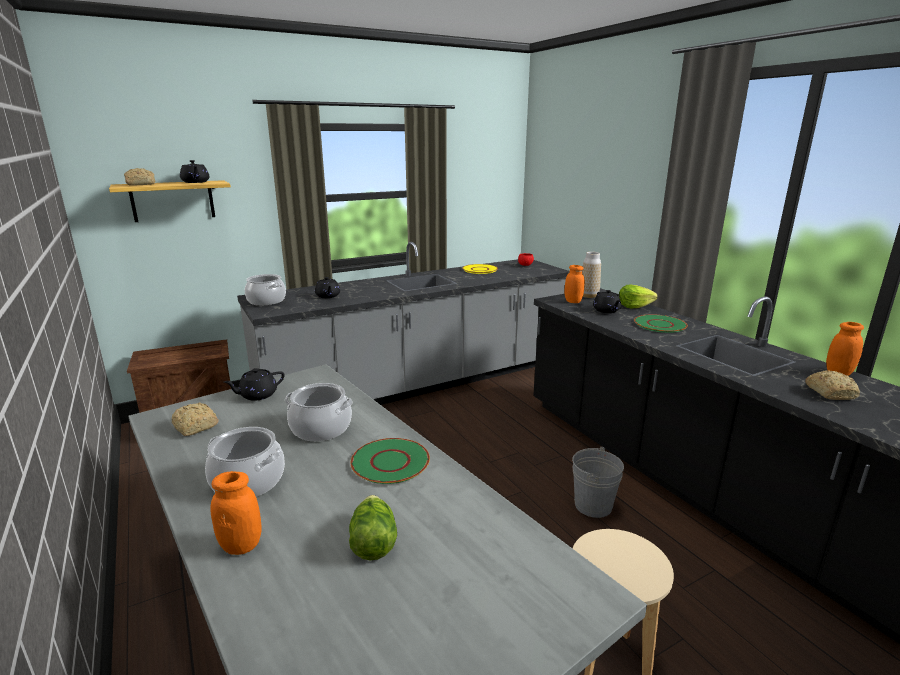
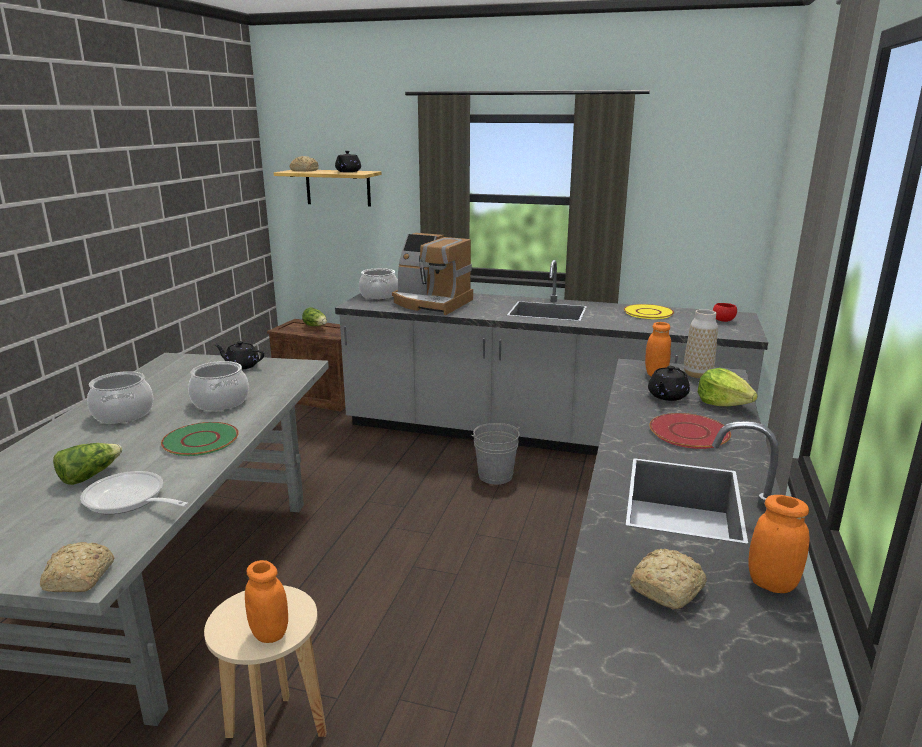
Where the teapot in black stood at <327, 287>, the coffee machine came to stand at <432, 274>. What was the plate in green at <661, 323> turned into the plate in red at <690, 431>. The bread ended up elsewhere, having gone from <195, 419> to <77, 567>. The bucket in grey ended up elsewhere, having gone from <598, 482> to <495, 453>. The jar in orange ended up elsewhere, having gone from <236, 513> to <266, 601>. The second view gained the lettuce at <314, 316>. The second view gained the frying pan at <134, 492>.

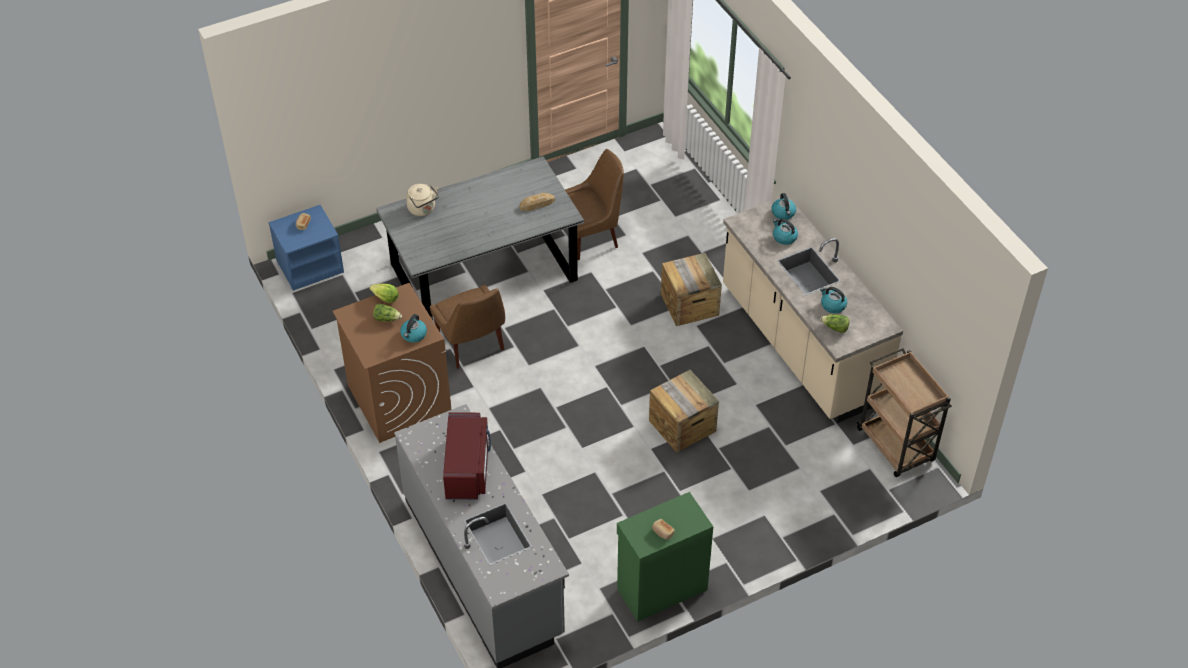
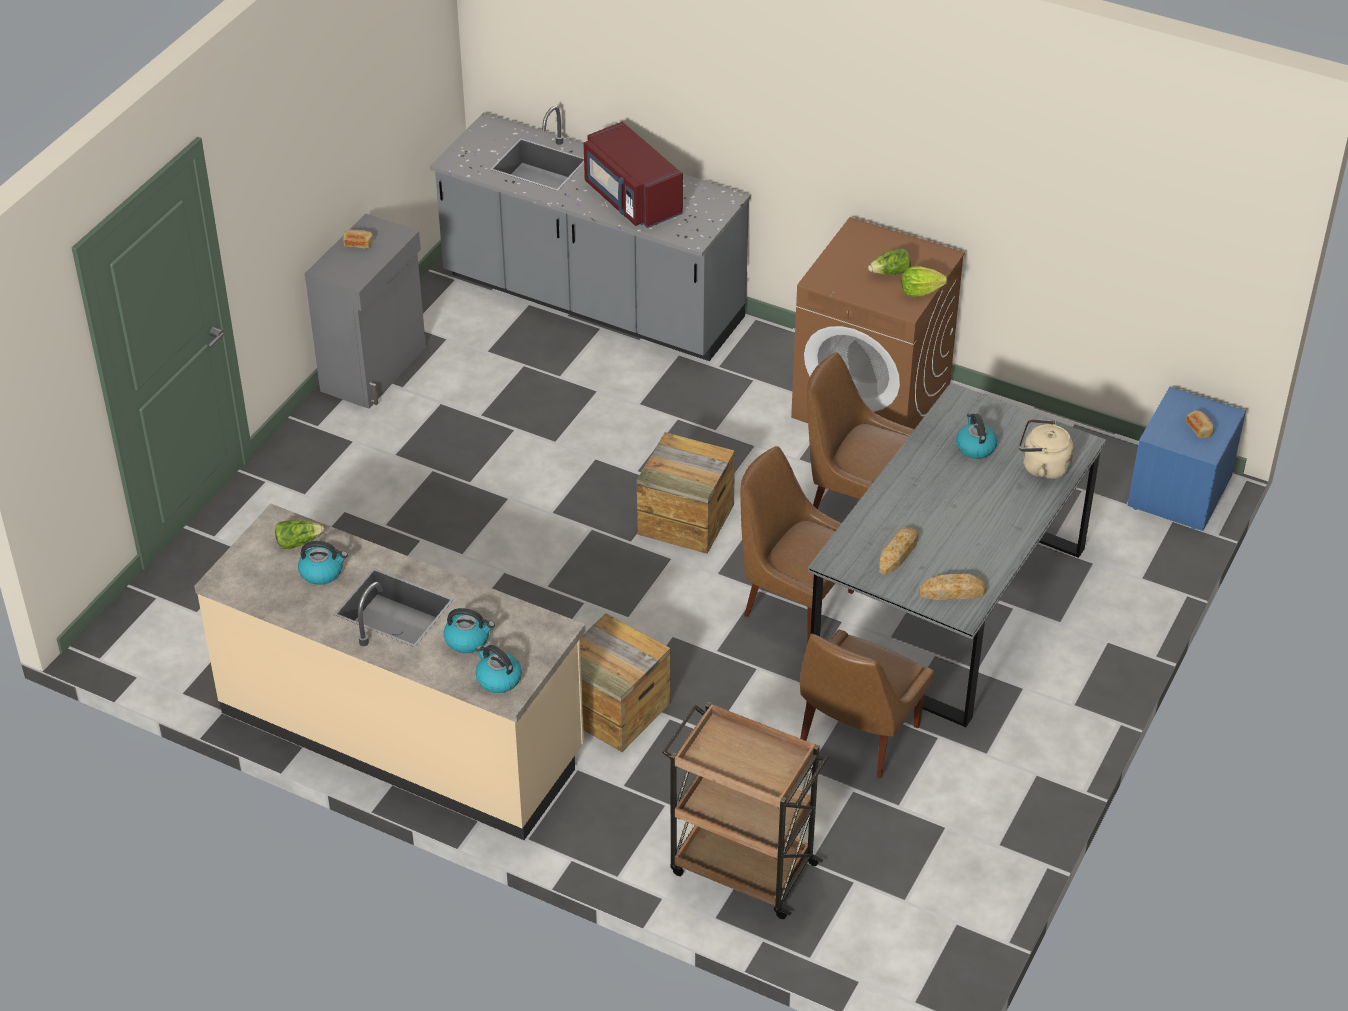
The kettle ended up elsewhere, having gone from <413, 328> to <976, 436>. The cart in brown ended up elsewhere, having gone from <904, 412> to <745, 810>. The crate ended up elsewhere, having gone from <684, 411> to <686, 493>. What was the cabinet in green at <665, 557> turned into the cabinet in grey at <365, 311>. The second view gained the chair in brown at <797, 543>. The second view gained the bread at <953, 587>.

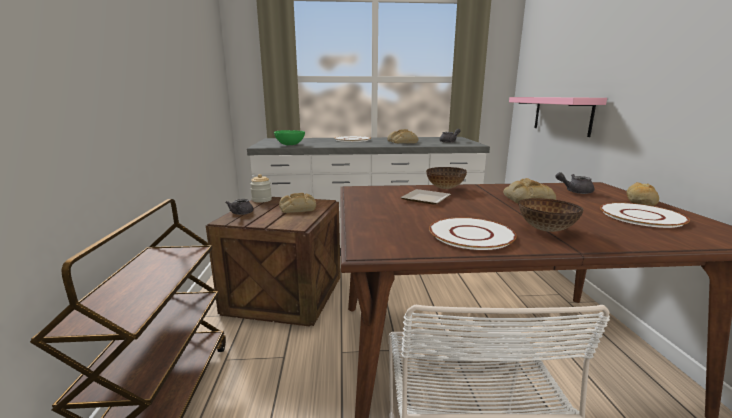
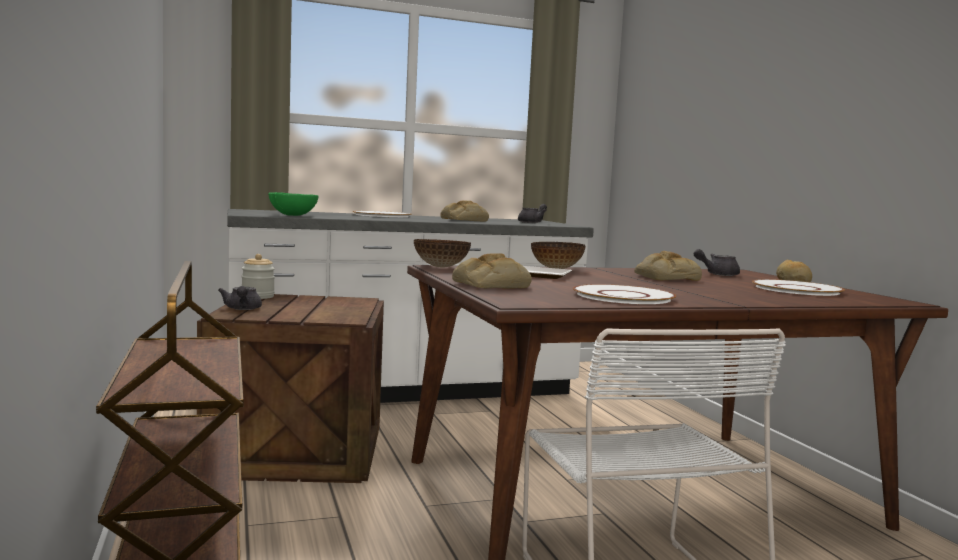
The second view lost the shelf in pink at <558, 117>. The bread ended up elsewhere, having gone from <297, 203> to <492, 271>. The bowl ended up elsewhere, having gone from <551, 215> to <442, 253>.

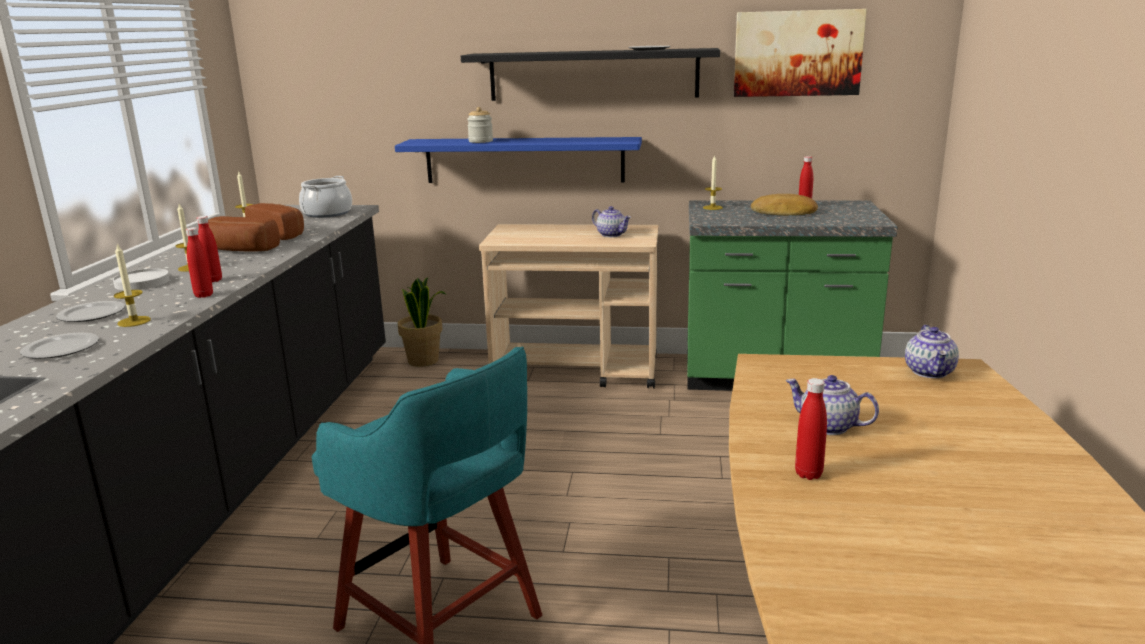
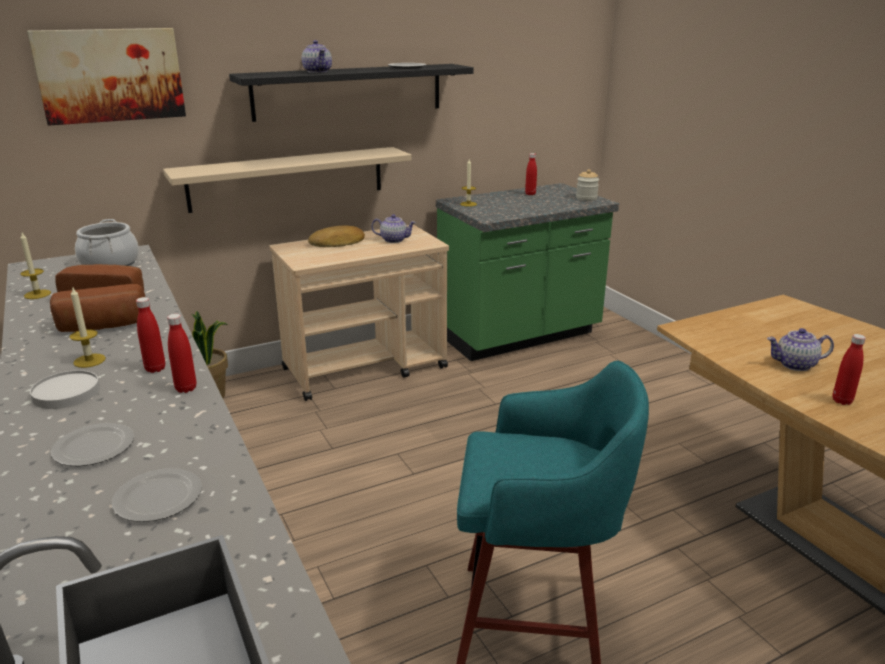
The picture ended up elsewhere, having gone from <800, 53> to <106, 77>. The jar ended up elsewhere, having gone from <480, 125> to <587, 185>. What was the shelf in blue at <518, 160> turned into the shelf in beige at <287, 180>. The bread ended up elsewhere, having gone from <784, 205> to <336, 236>. The second view lost the candle at <132, 285>. The teapot ended up elsewhere, having gone from <932, 351> to <317, 56>.

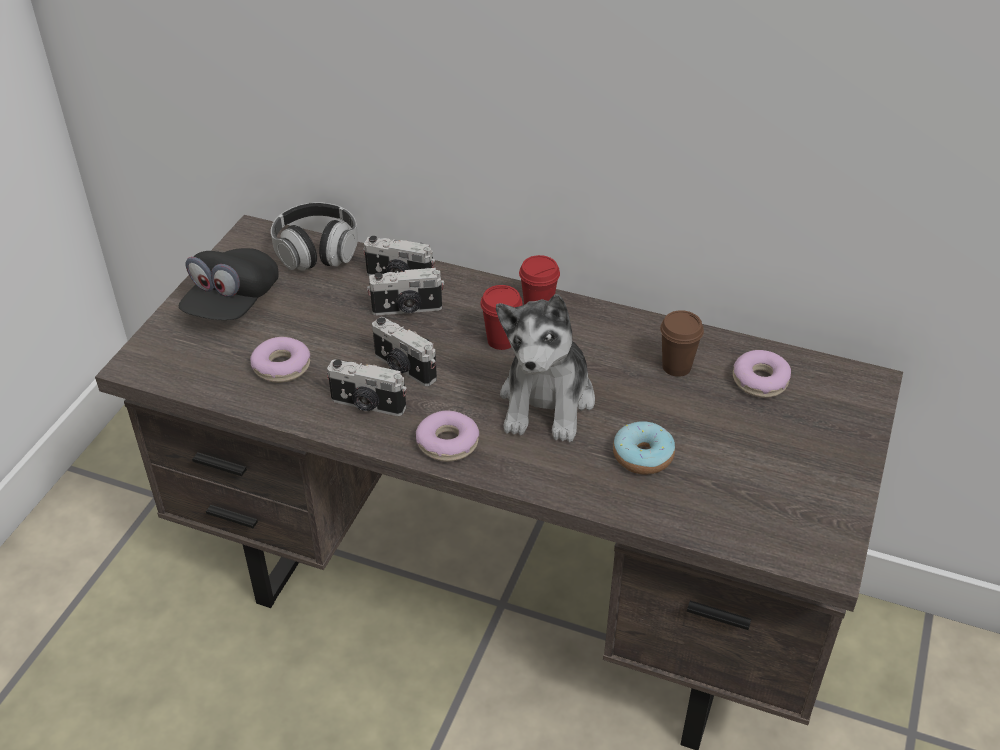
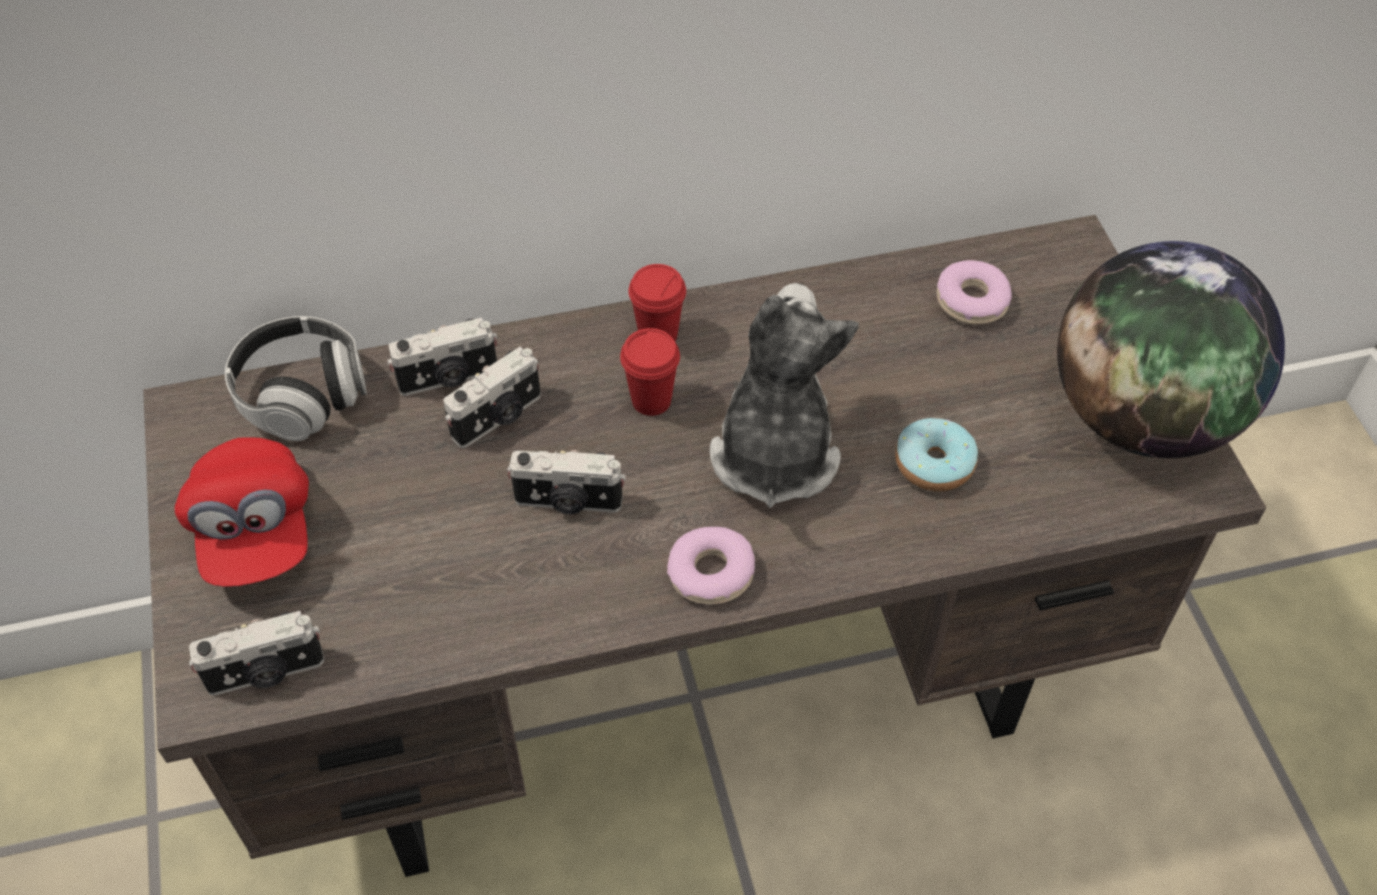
What was the cap in black at <229, 284> turned into the cap in red at <242, 512>. The plush toy at <545, 368> ended up facing another way, 150 degrees counterclockwise from before. The second view lost the cup in brown at <682, 343>. The second view lost the donut at <280, 360>. The photo camera ended up elsewhere, having gone from <367, 387> to <256, 653>. The second view gained the globe at <1171, 349>.

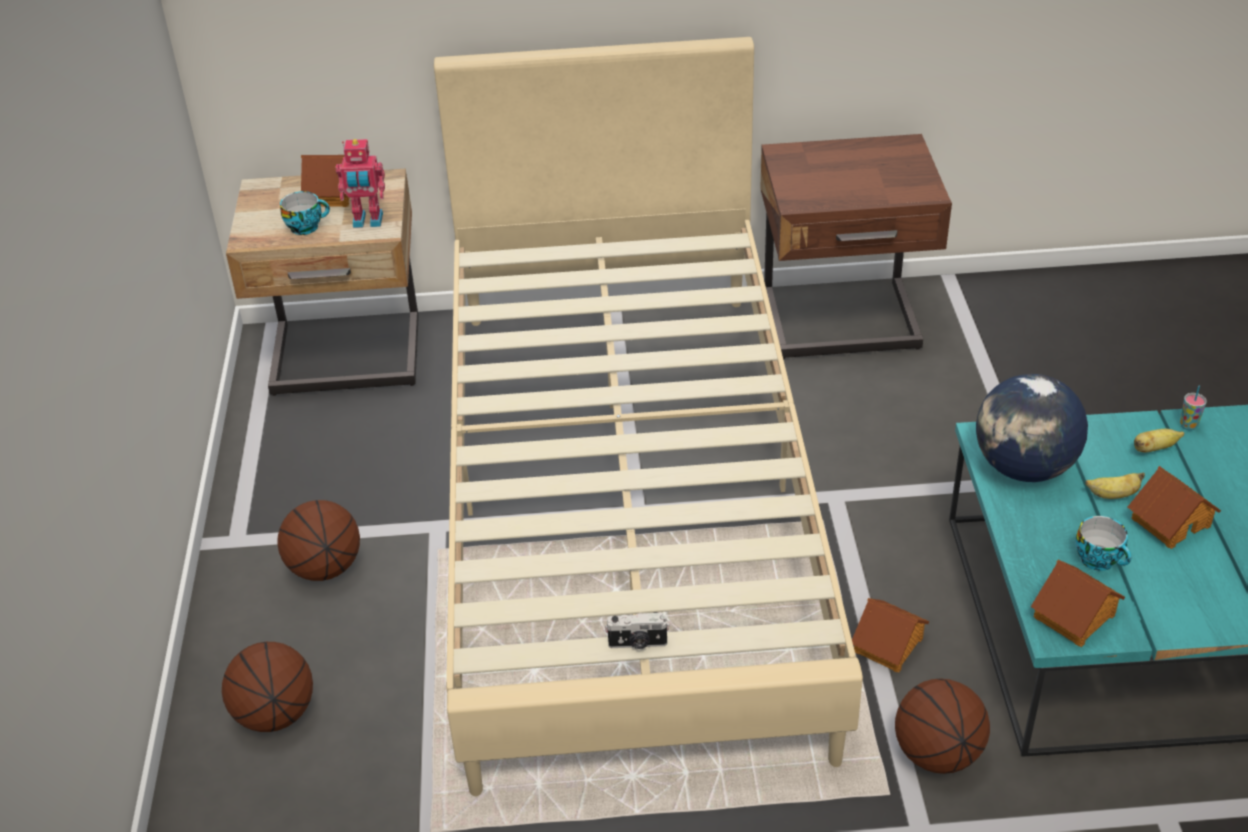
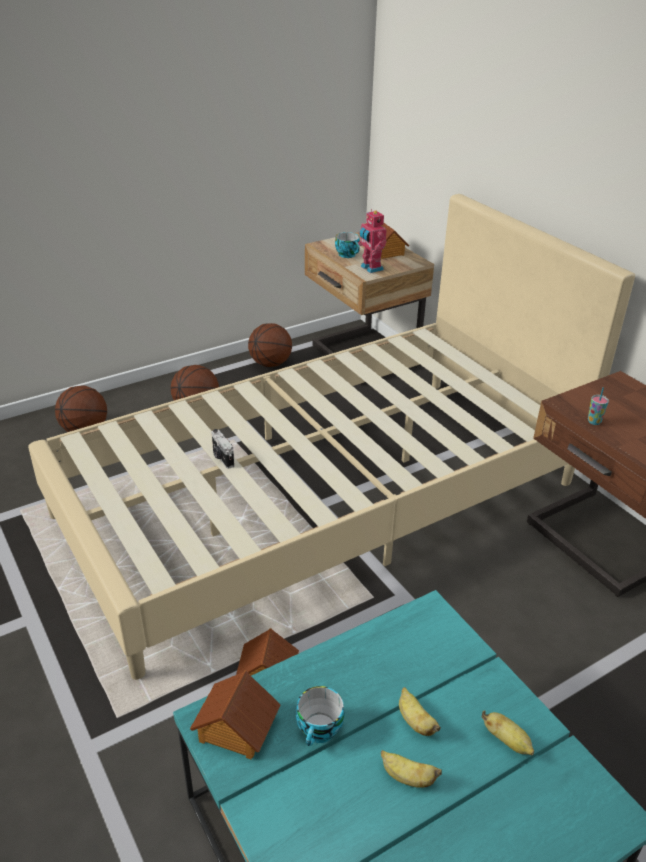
The second view lost the globe at <1032, 428>. The cup ended up elsewhere, having gone from <1193, 408> to <598, 406>. Where the toy house stood at <1174, 507>, the banana came to stand at <411, 769>. The photo camera ended up elsewhere, having gone from <637, 630> to <222, 449>. The basketball ended up elsewhere, having gone from <942, 726> to <270, 345>.

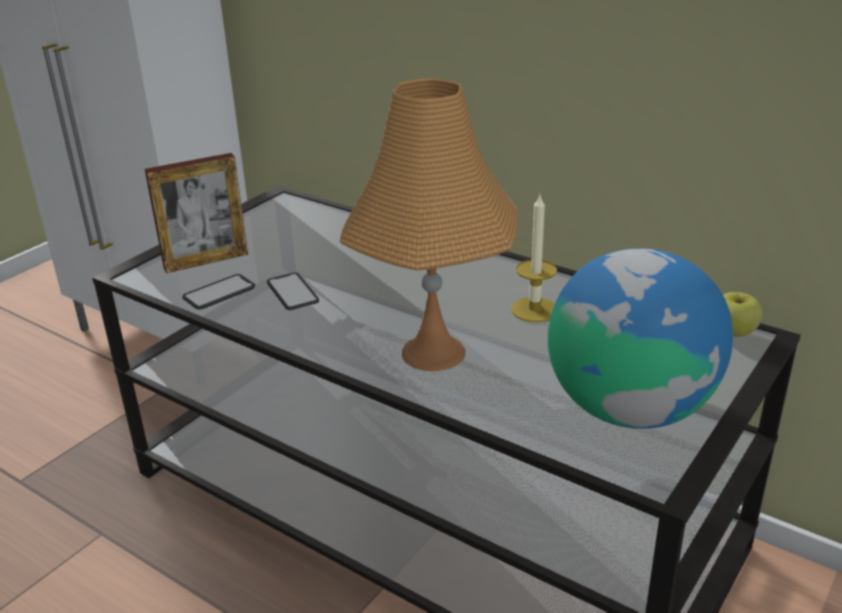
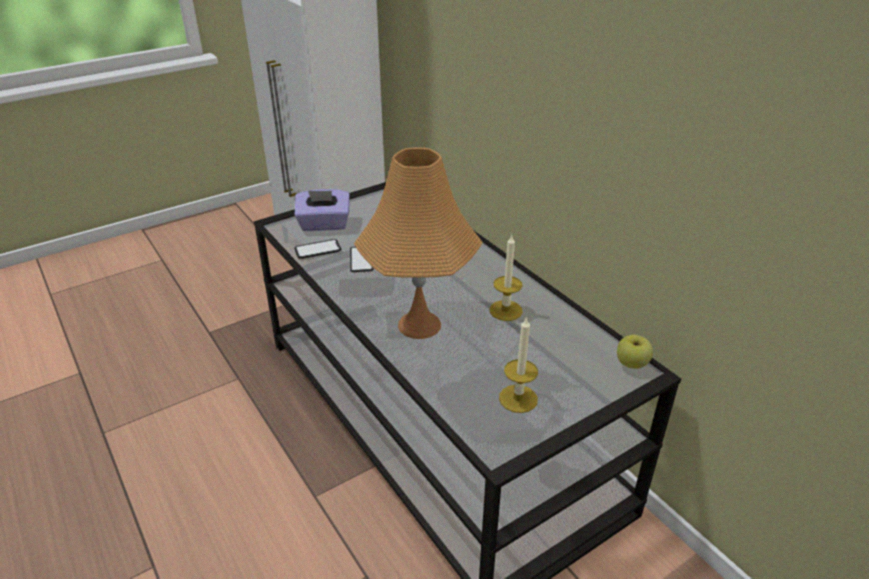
Where the picture frame stood at <196, 213>, the tissue box in purple came to stand at <322, 210>. Where the globe stood at <640, 338>, the candle came to stand at <518, 364>.

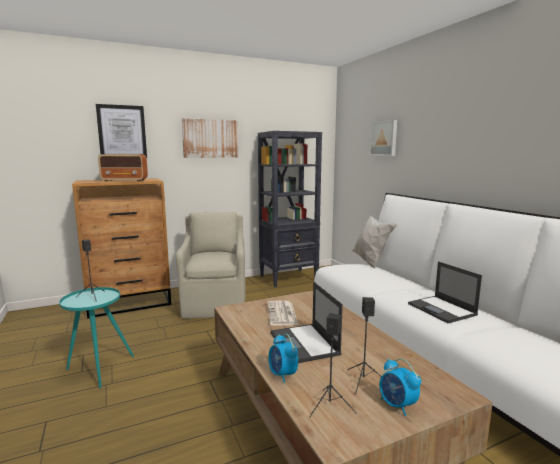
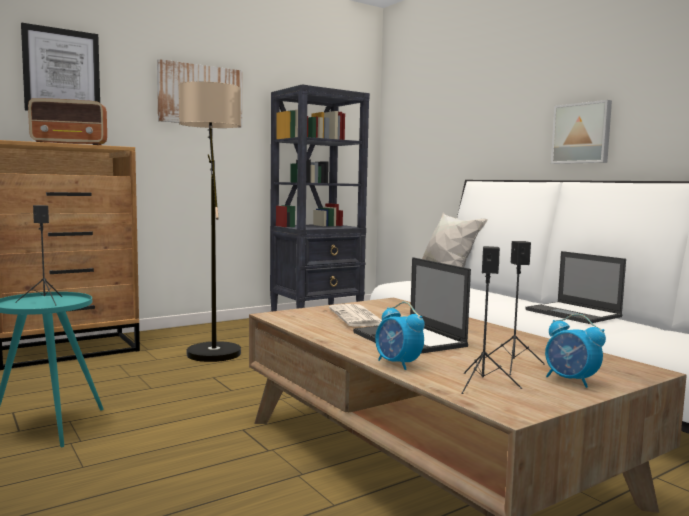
The picture ended up elsewhere, having gone from <383, 138> to <581, 132>. Where the armchair in beige stood at <210, 265>, the floor lamp came to stand at <210, 221>.

